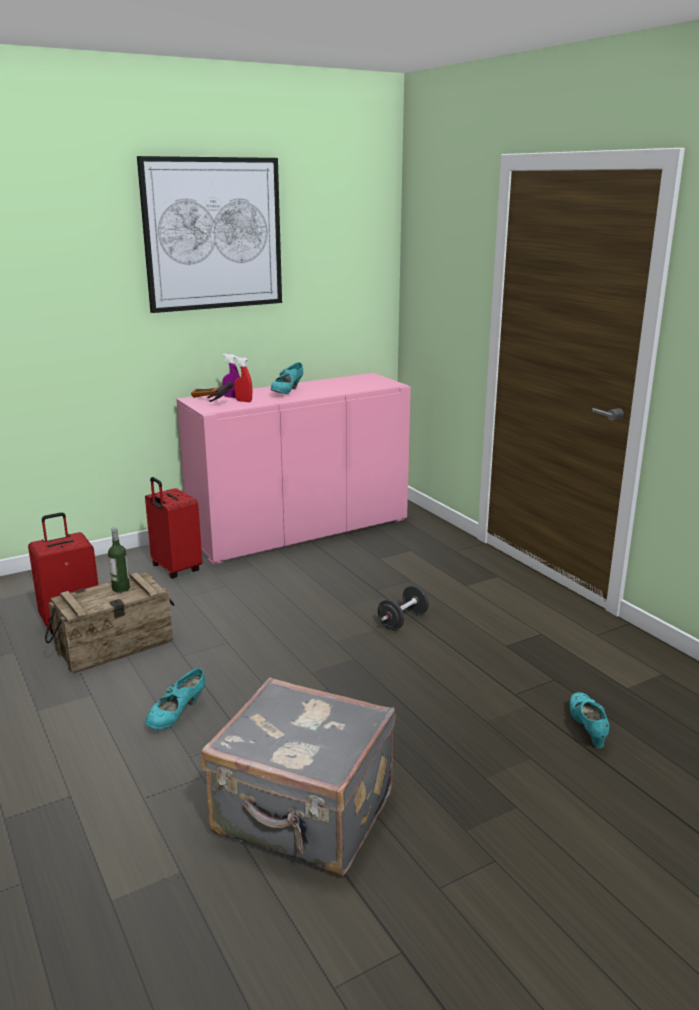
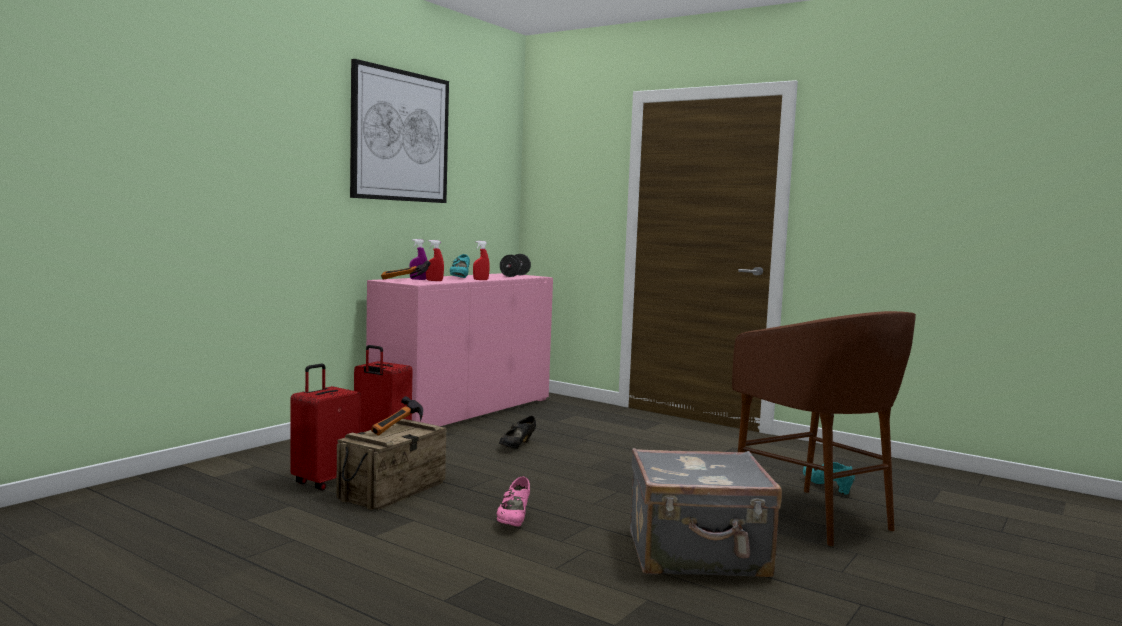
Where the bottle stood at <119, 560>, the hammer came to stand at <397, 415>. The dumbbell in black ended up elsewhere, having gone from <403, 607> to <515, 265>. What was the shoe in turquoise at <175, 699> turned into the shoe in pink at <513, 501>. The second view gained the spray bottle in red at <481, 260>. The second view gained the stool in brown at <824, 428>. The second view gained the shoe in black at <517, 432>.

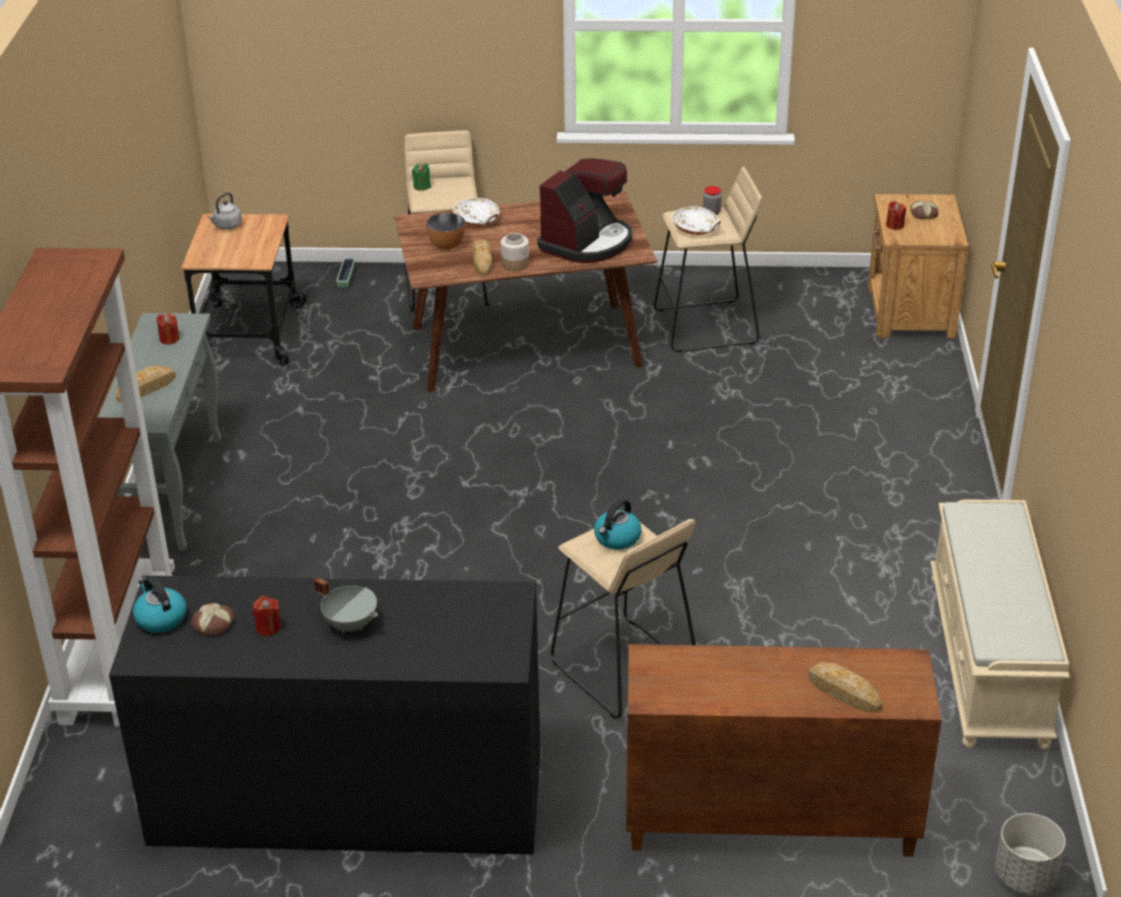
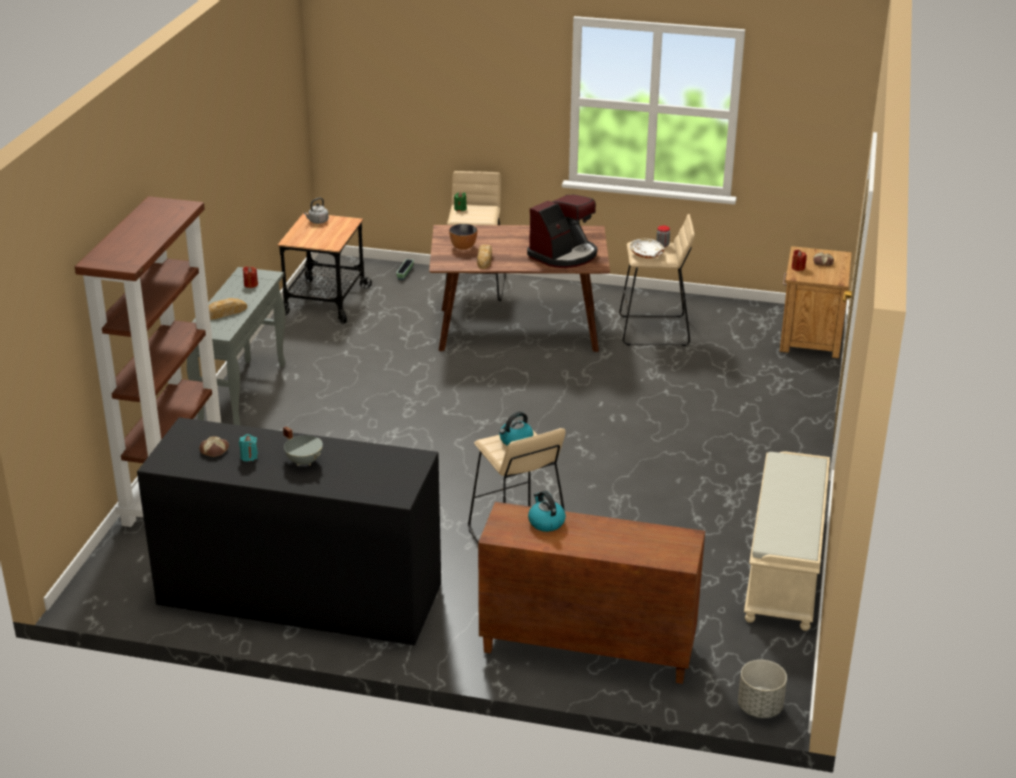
The second view lost the bowl in white at <476, 212>. The second view lost the jar at <515, 252>. The kettle ended up elsewhere, having gone from <160, 604> to <547, 511>. What was the candle in red at <267, 616> turned into the candle in turquoise at <248, 448>. The second view lost the bread at <845, 687>.

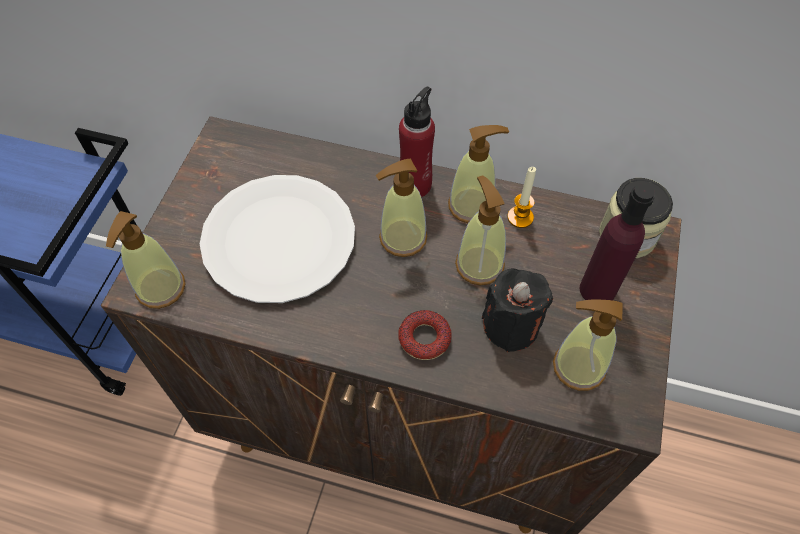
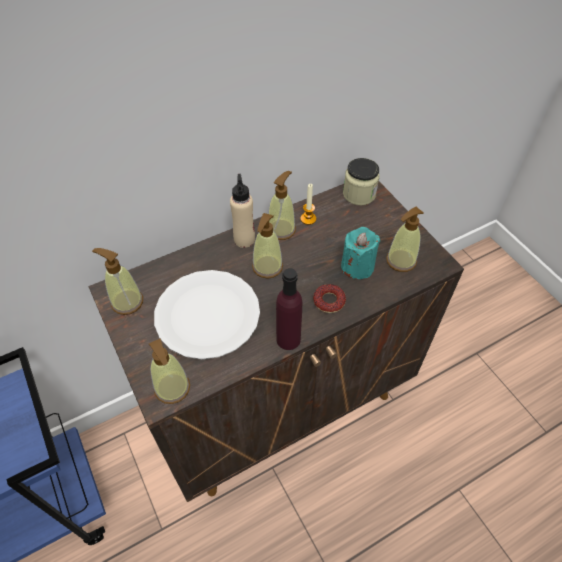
What was the bottle in red at <417, 142> turned into the bottle in beige at <242, 211>. The soap dispenser ended up elsewhere, having gone from <480, 230> to <117, 281>. The bottle in purple ended up elsewhere, having gone from <617, 242> to <289, 309>. What was the candle in black at <517, 310> turned into the candle in turquoise at <360, 253>.

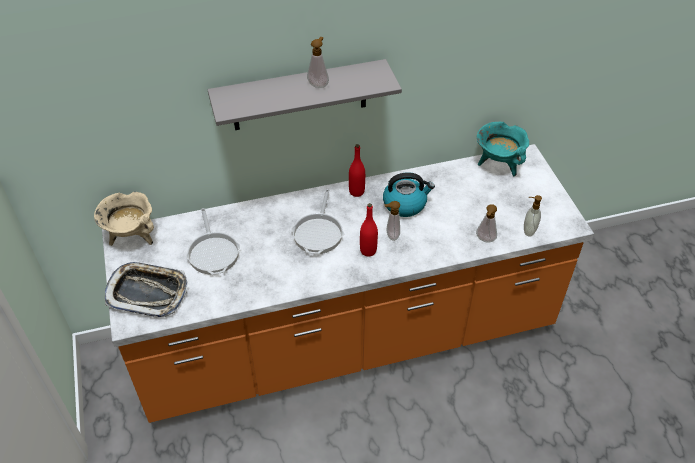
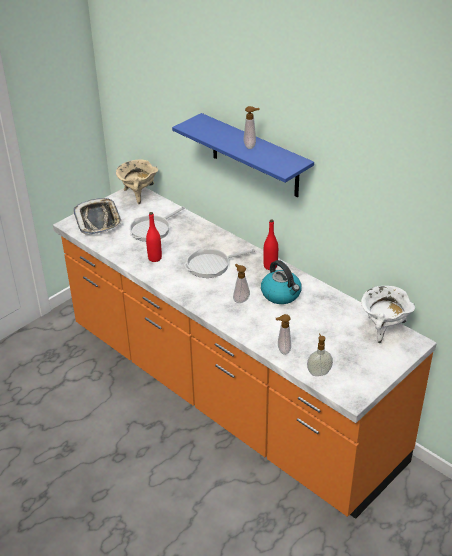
What was the shelf in grey at <305, 94> turned into the shelf in blue at <243, 155>. What was the cooking pot in turquoise at <503, 149> turned into the cooking pot in white at <388, 314>. The bottle in red ended up elsewhere, having gone from <369, 230> to <154, 237>.

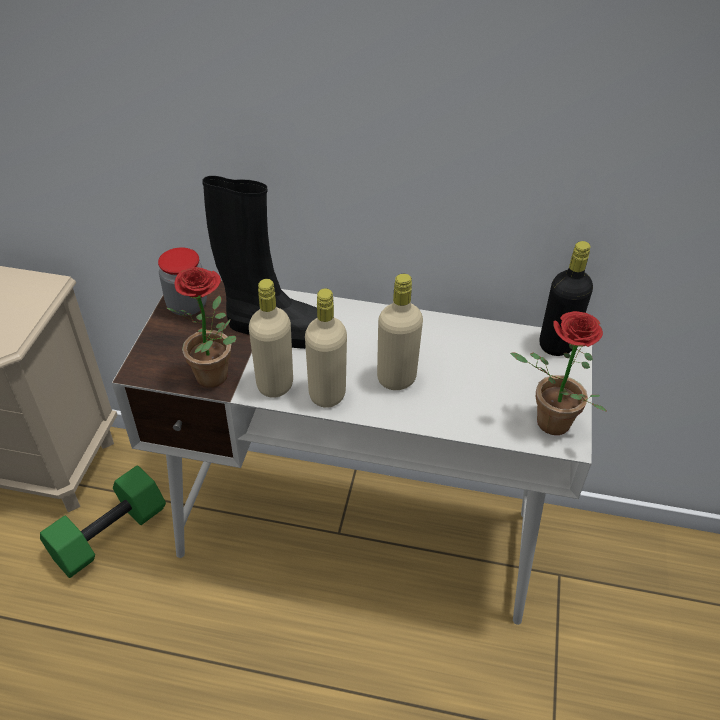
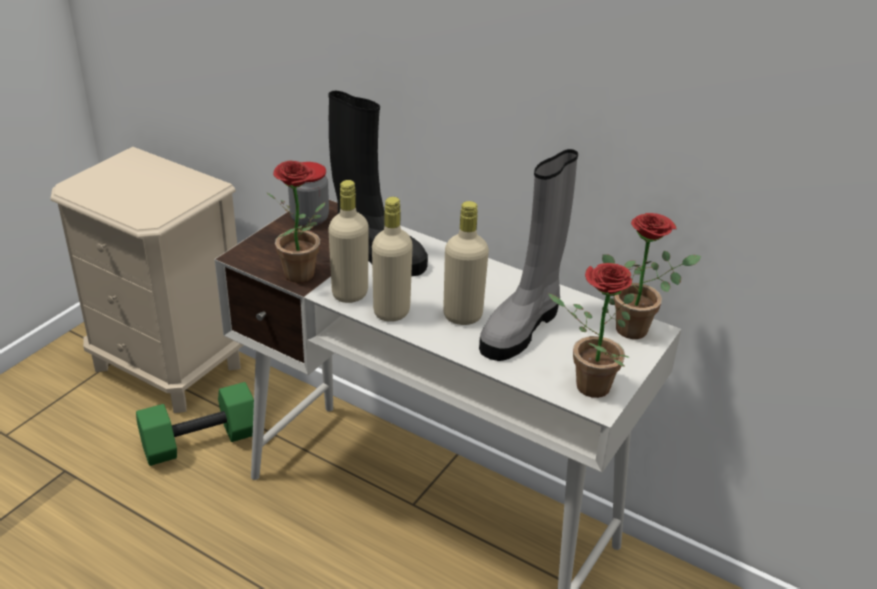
Where the bottle in black stood at <566, 298>, the potted plant came to stand at <651, 276>. The second view gained the boot in grey at <528, 255>.

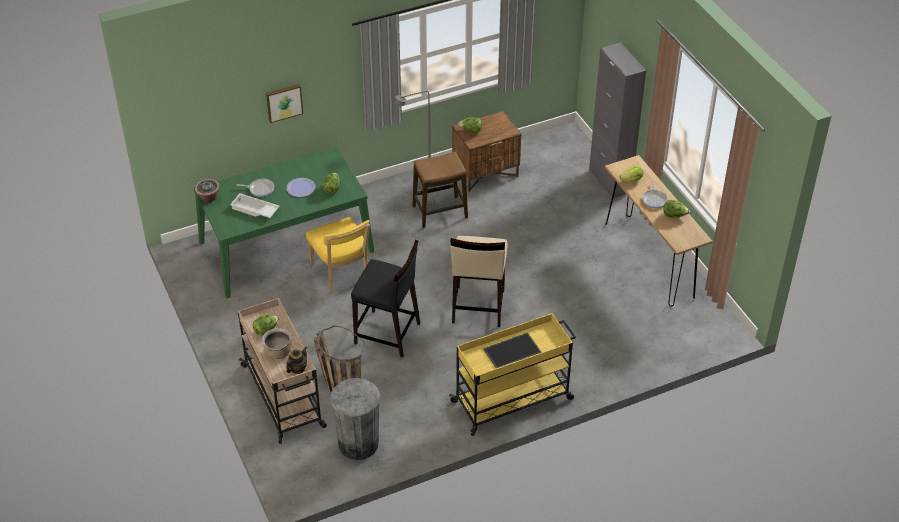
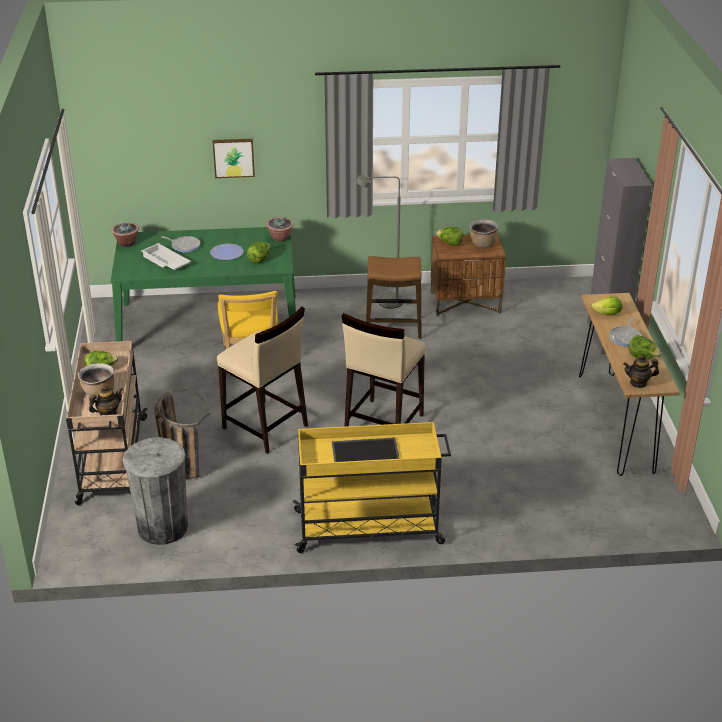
What was the stool in black at <385, 299> turned into the stool in beige at <262, 380>. The second view gained the potted plant at <280, 229>. The second view gained the cooking pot in brown at <484, 233>. The second view gained the teapot at <641, 371>.

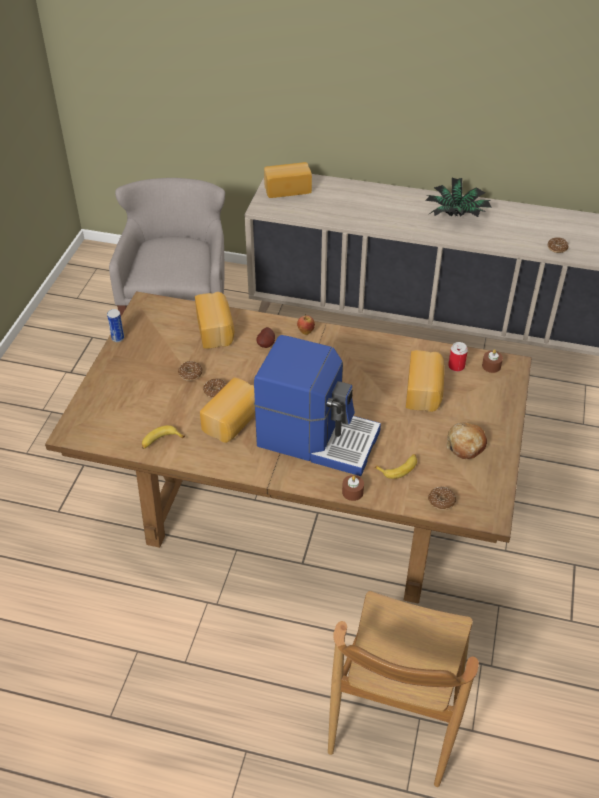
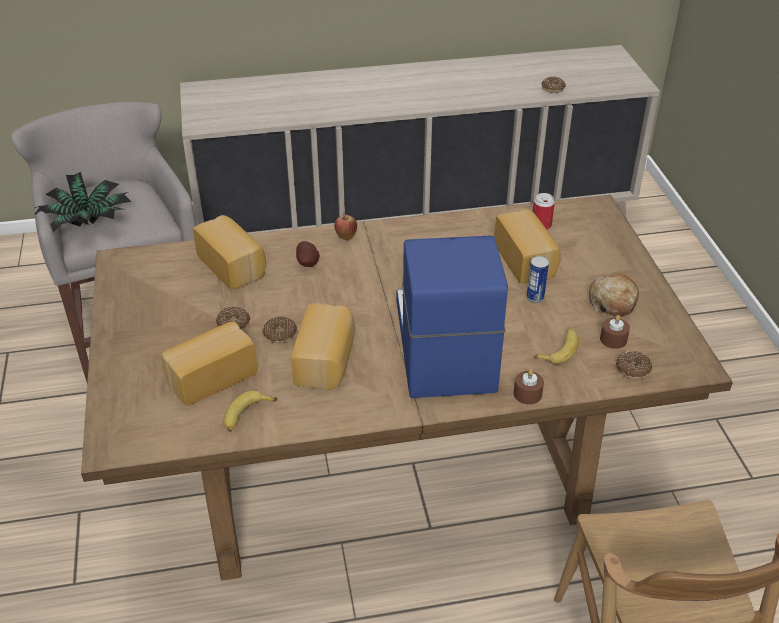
The bread ended up elsewhere, having gone from <288, 180> to <209, 364>. The potted plant ended up elsewhere, having gone from <458, 197> to <82, 202>. The can ended up elsewhere, having gone from <115, 325> to <538, 279>. The coffee machine at <317, 405> ended up facing another way, 90 degrees counterclockwise from before. The candle in brown ended up elsewhere, having gone from <492, 361> to <615, 332>.

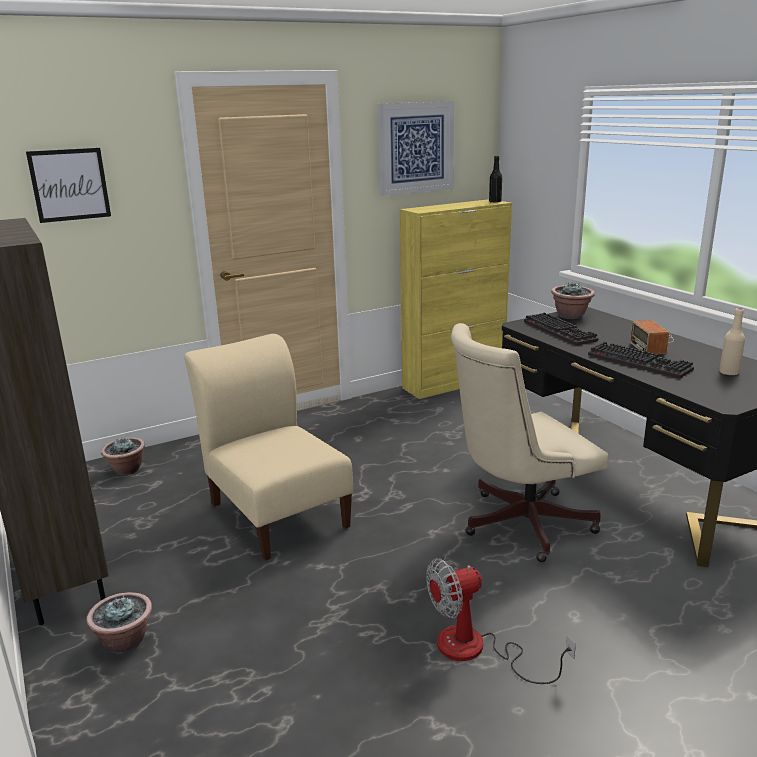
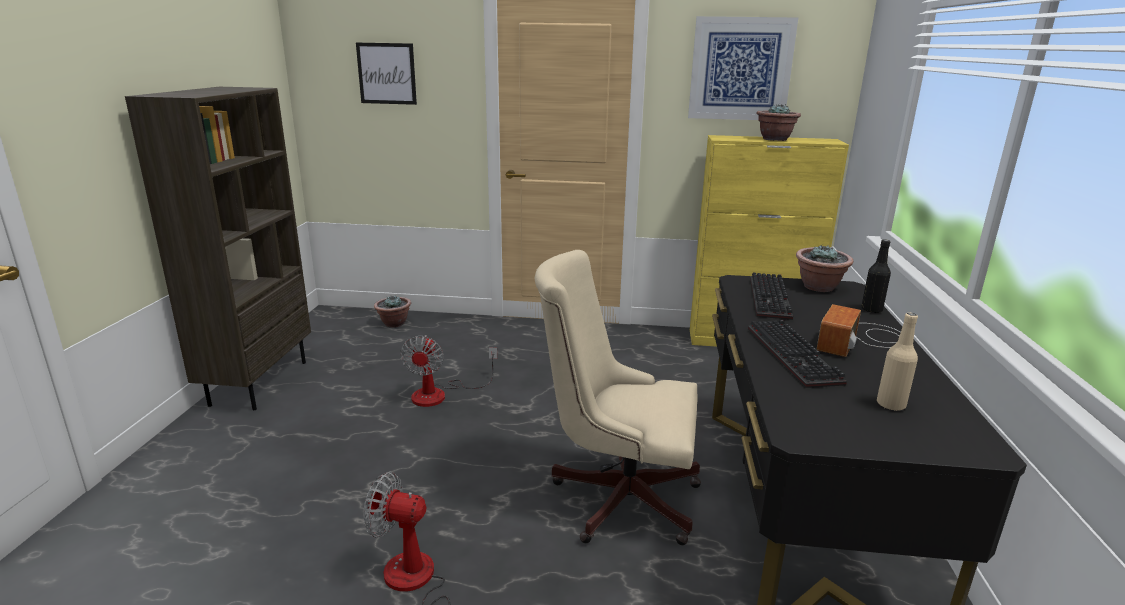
The bottle in black ended up elsewhere, having gone from <495, 179> to <876, 276>. Where the chair in beige stood at <268, 447>, the fan came to stand at <448, 371>. The potted plant ended up elsewhere, having gone from <119, 623> to <778, 122>.

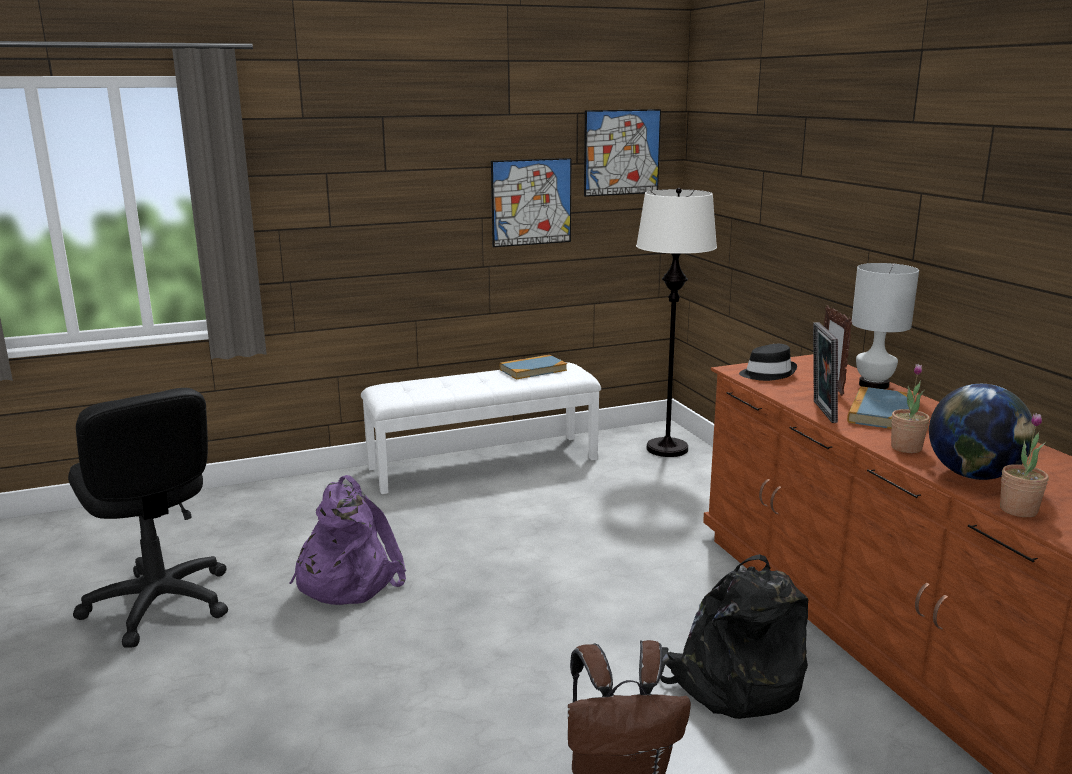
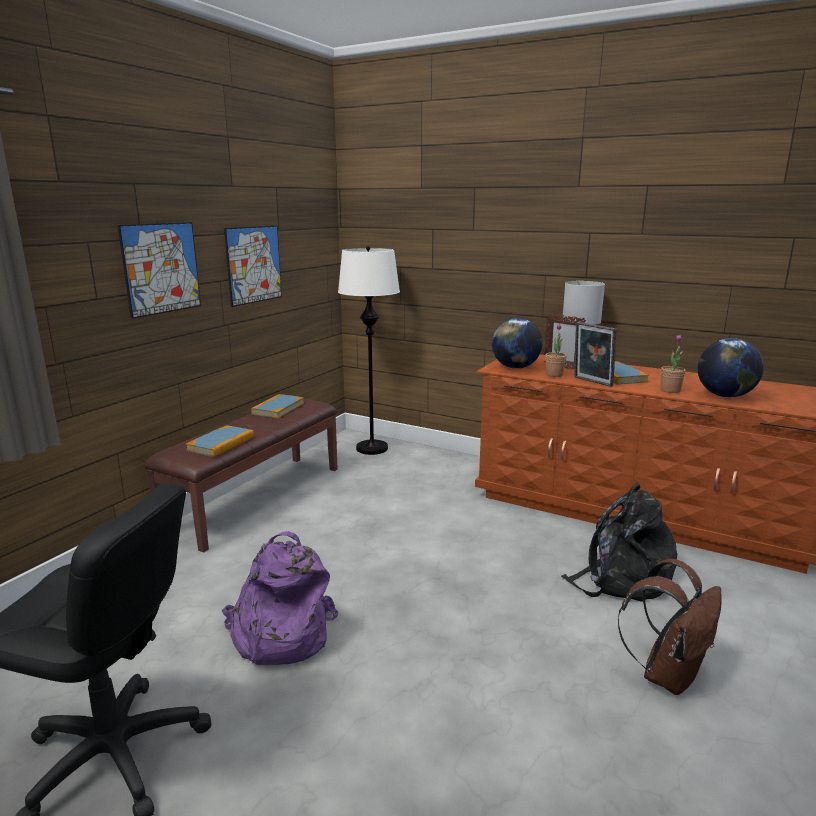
The picture ended up elsewhere, having gone from <622, 153> to <159, 270>. Where the hat in black stood at <768, 362>, the globe came to stand at <517, 343>. What was the bench in white at <481, 428> turned into the bench in brown at <240, 476>. The potted plant ended up elsewhere, having gone from <1024, 465> to <556, 350>. The second view gained the book at <220, 441>.

